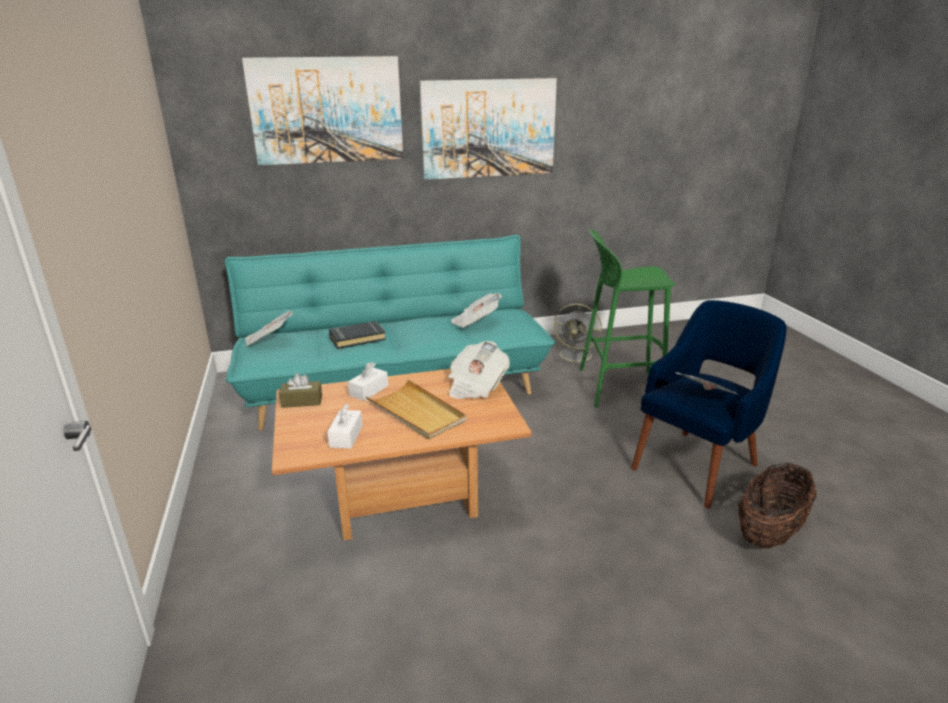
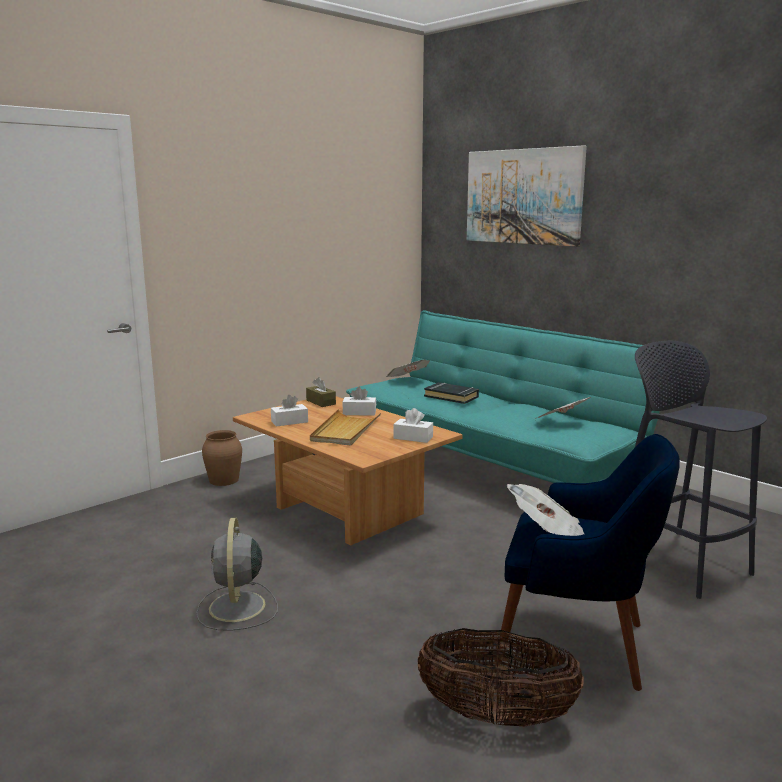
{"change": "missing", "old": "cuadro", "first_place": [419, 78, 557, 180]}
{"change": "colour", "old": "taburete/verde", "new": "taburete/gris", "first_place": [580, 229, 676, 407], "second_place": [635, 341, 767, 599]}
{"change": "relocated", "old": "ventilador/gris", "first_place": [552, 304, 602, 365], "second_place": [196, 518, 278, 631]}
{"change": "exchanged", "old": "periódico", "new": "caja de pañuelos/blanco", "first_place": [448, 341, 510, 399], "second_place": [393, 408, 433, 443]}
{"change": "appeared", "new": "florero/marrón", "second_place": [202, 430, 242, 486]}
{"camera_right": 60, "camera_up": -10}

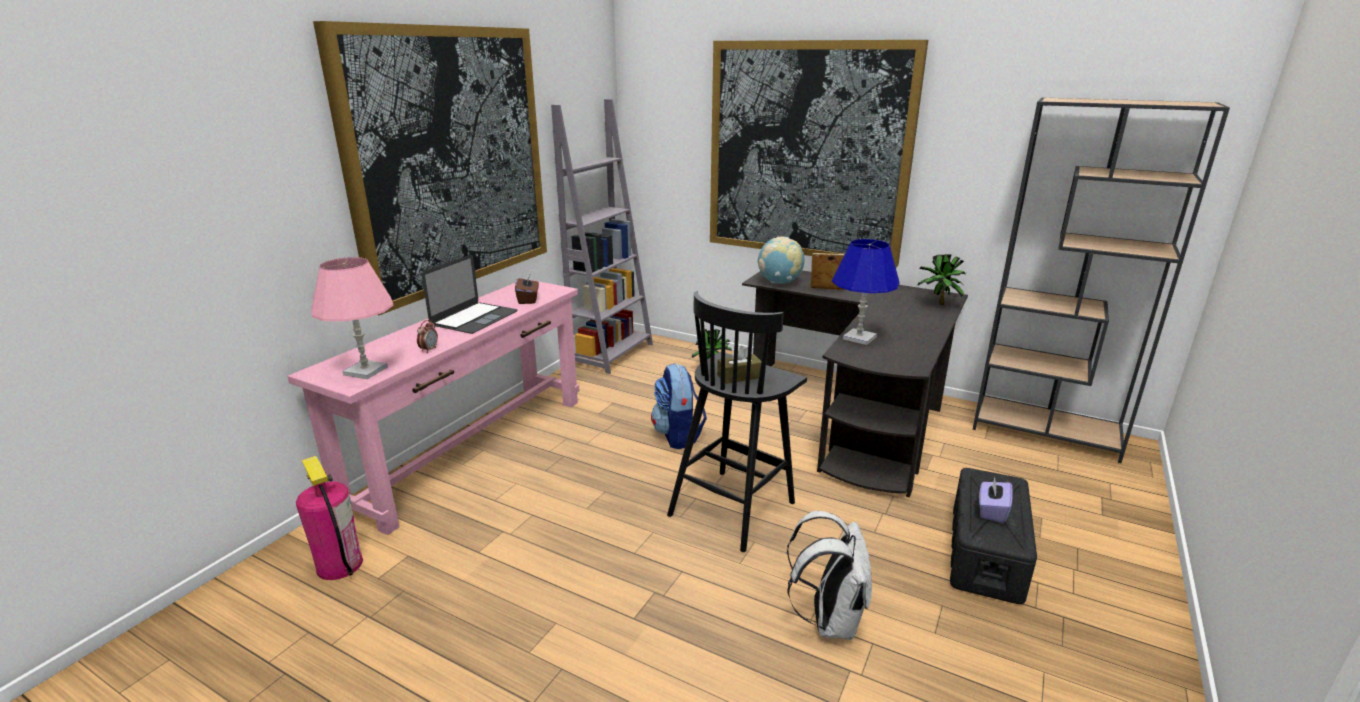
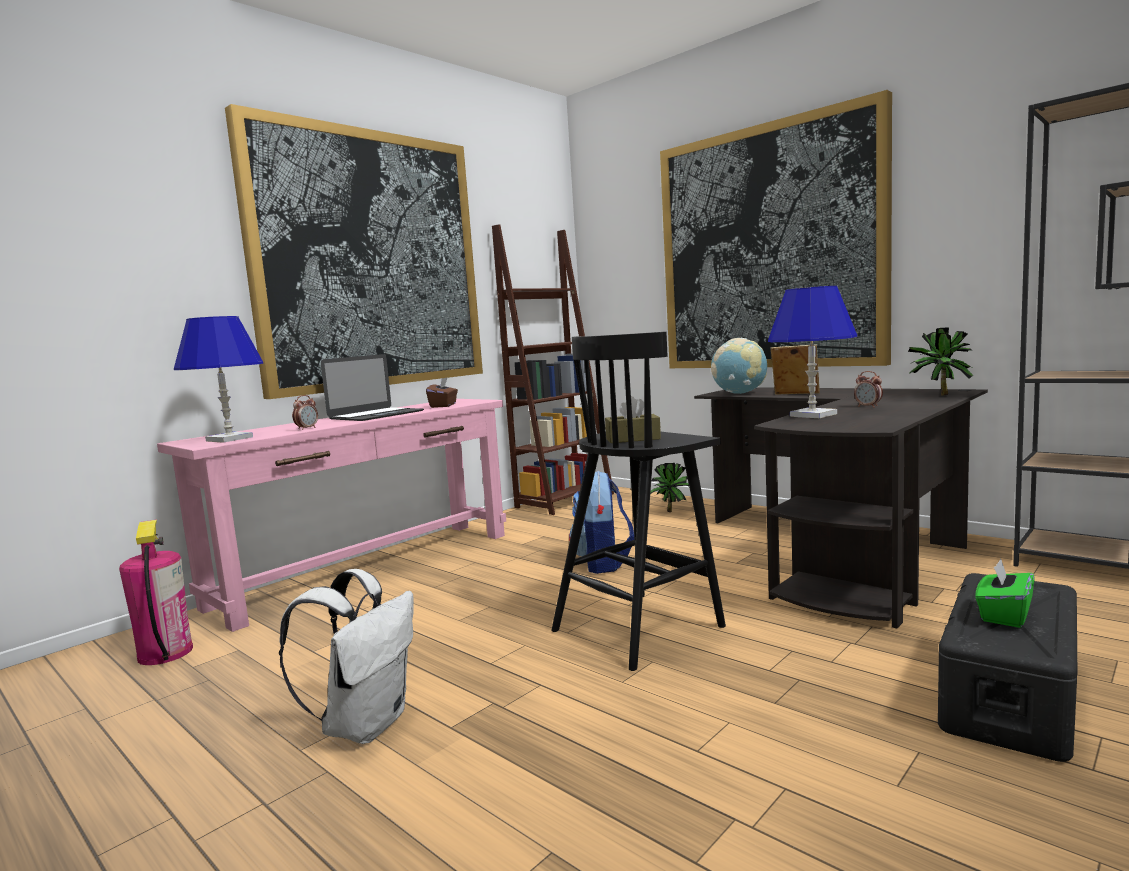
{"change": "colour", "old": "estantería/gris", "new": "estantería/marrón", "first_place": [551, 99, 653, 374], "second_place": [492, 224, 614, 515]}
{"change": "colour", "old": "lámpara de mesa/rosa", "new": "lámpara de mesa/azul", "first_place": [311, 257, 393, 379], "second_place": [174, 316, 263, 443]}
{"change": "colour", "old": "caja de pañuelos/morado", "new": "caja de pañuelos/verde", "first_place": [979, 477, 1013, 523], "second_place": [975, 559, 1035, 628]}
{"change": "relocated", "old": "mochila/blanco", "first_place": [787, 511, 872, 640], "second_place": [279, 569, 414, 744]}
{"change": "appeared", "new": "despertador", "second_place": [854, 371, 883, 408]}
{"camera_right": 15, "camera_up": -15}

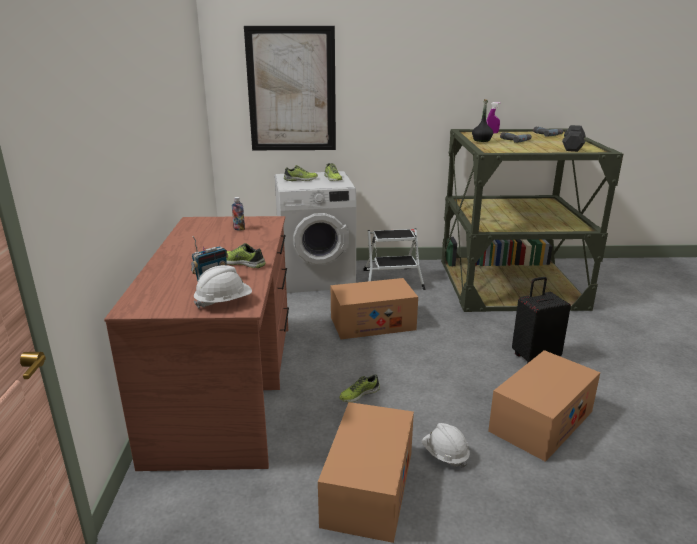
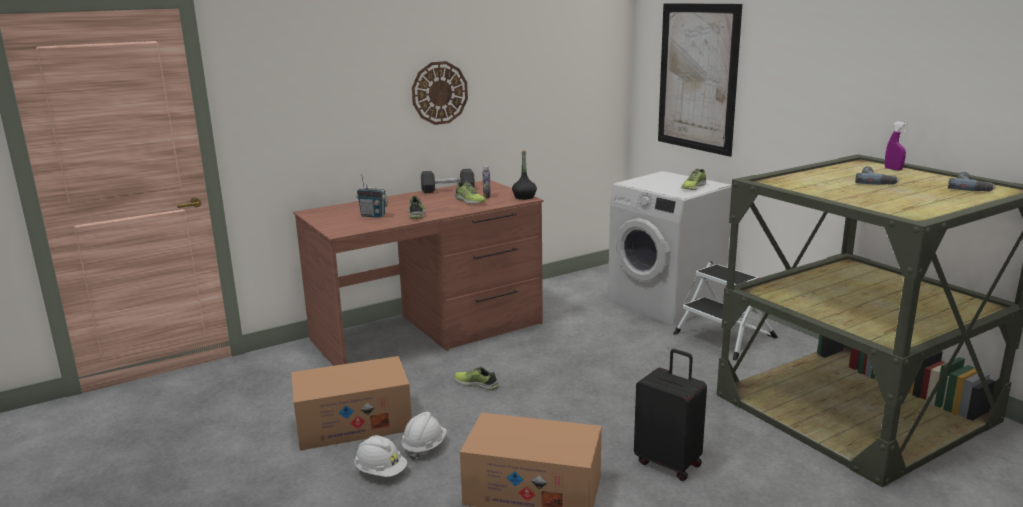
{"change": "relocated", "old": "botella/negro", "first_place": [472, 99, 493, 142], "second_place": [512, 150, 537, 200]}
{"change": "relocated", "old": "mancuerna/negro", "first_place": [562, 125, 586, 152], "second_place": [421, 169, 475, 193]}
{"change": "relocated", "old": "zapato", "first_place": [284, 165, 318, 181], "second_place": [455, 181, 486, 204]}
{"change": "relocated", "old": "casco/blanco", "first_place": [194, 265, 252, 309], "second_place": [354, 435, 407, 477]}
{"change": "missing", "old": "caja de cartón", "first_place": [331, 278, 418, 339]}
{"change": "appeared", "new": "reloj de pared", "second_place": [412, 61, 468, 125]}
{"camera_right": 60, "camera_up": -5}

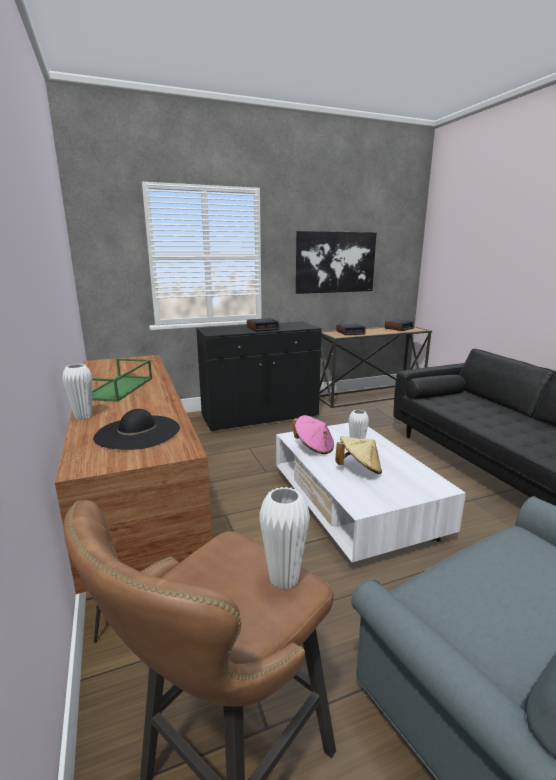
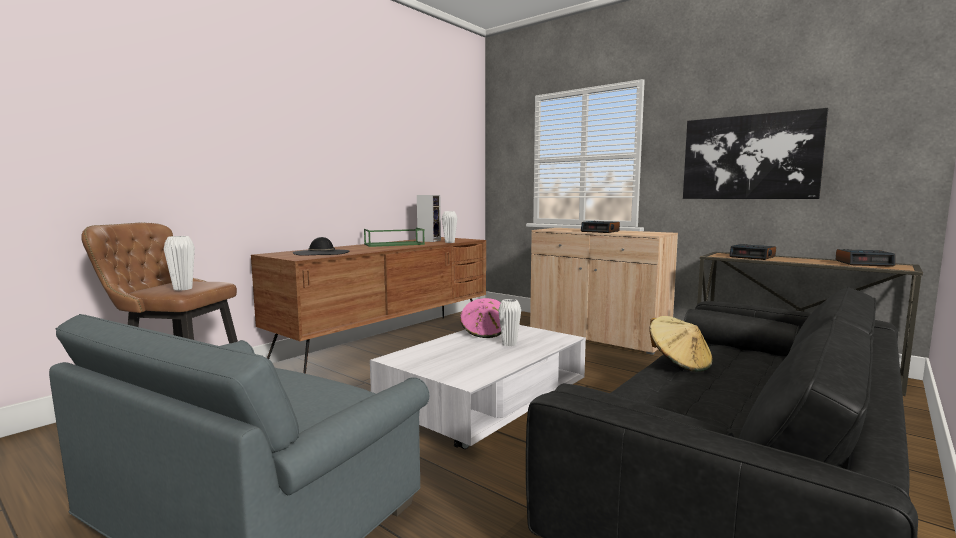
{"change": "colour", "old": "armario/negro", "new": "armario/beis", "first_place": [196, 321, 322, 432], "second_place": [530, 228, 678, 355]}
{"change": "relocated", "old": "florero/blanco", "first_place": [62, 364, 92, 420], "second_place": [442, 211, 457, 243]}
{"change": "relocated", "old": "sombrero/beis", "first_place": [335, 436, 382, 474], "second_place": [649, 316, 713, 372]}
{"change": "appeared", "new": "altavoz", "second_place": [417, 195, 441, 242]}
{"camera_right": 60, "camera_up": -10}

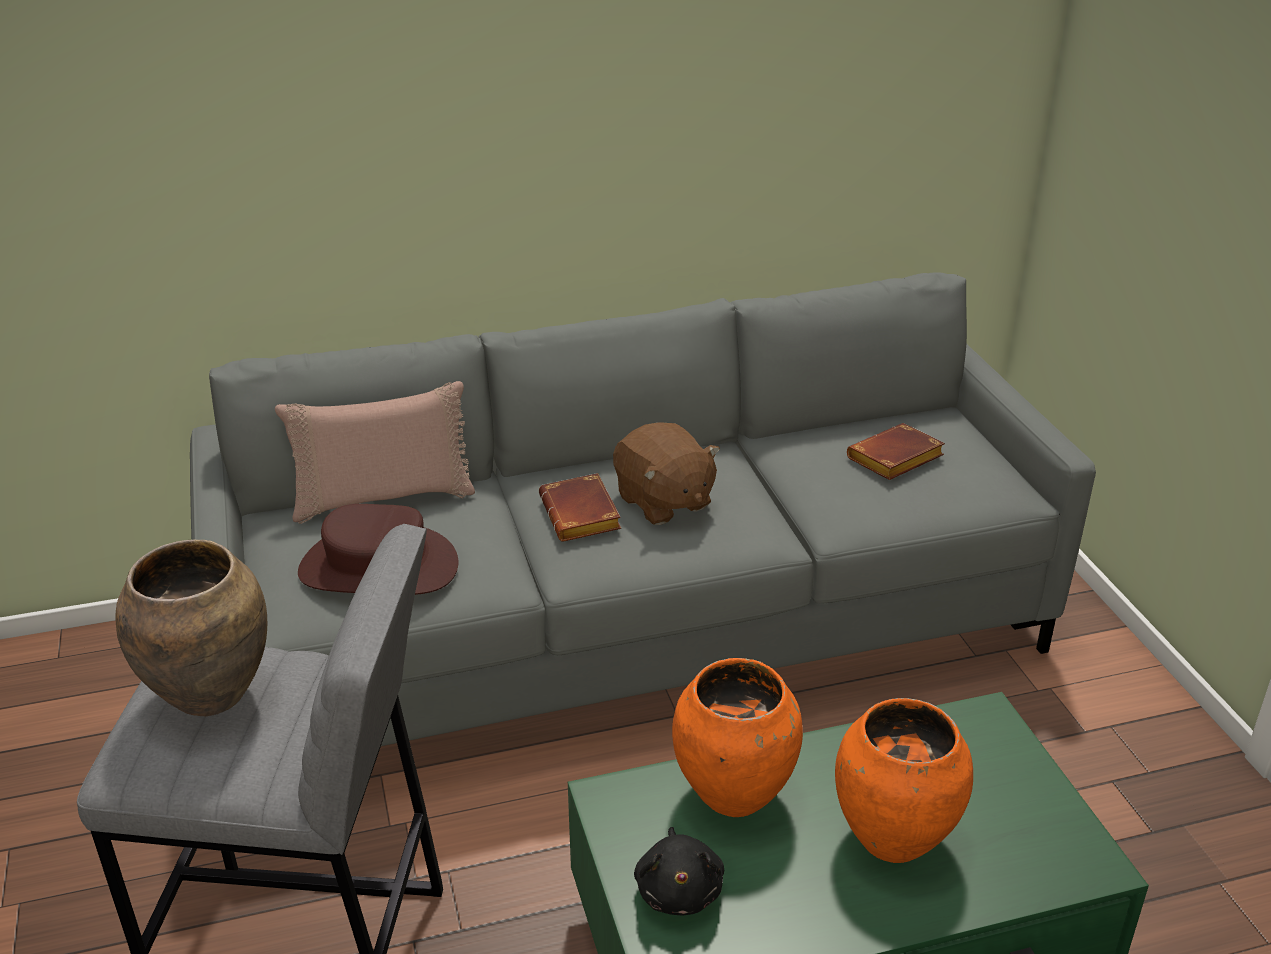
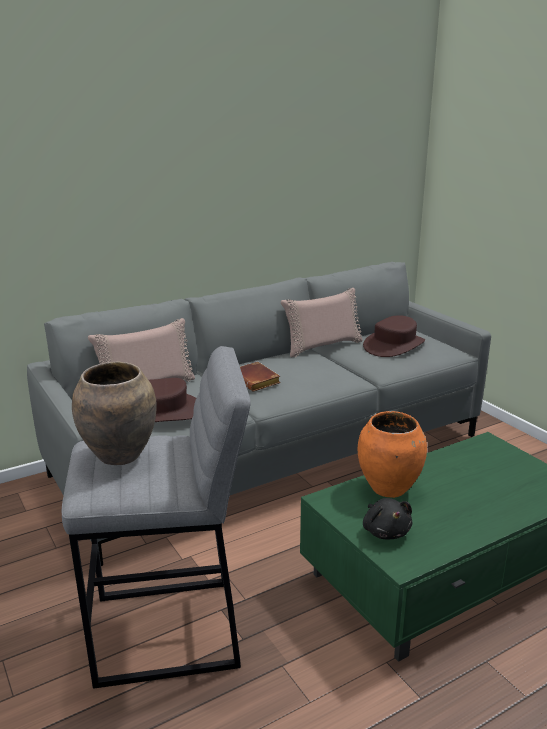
{"change": "missing", "old": "peluche/marrón", "first_place": [613, 422, 720, 525]}
{"change": "exchanged", "old": "libro/marrón", "new": "sombrero/marrón", "first_place": [847, 423, 945, 480], "second_place": [363, 315, 425, 357]}
{"change": "missing", "old": "florero/naranja", "first_place": [835, 698, 973, 863]}
{"change": "appeared", "new": "cojín/beis", "second_place": [281, 288, 363, 357]}
{"camera_right": -15, "camera_up": -10}

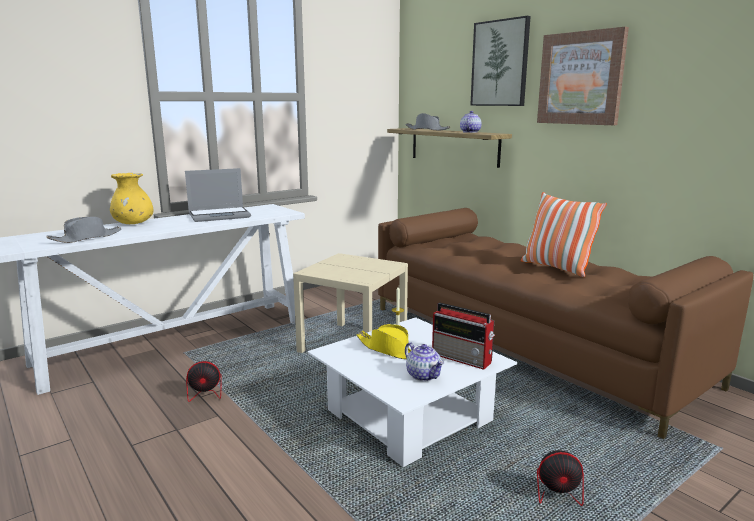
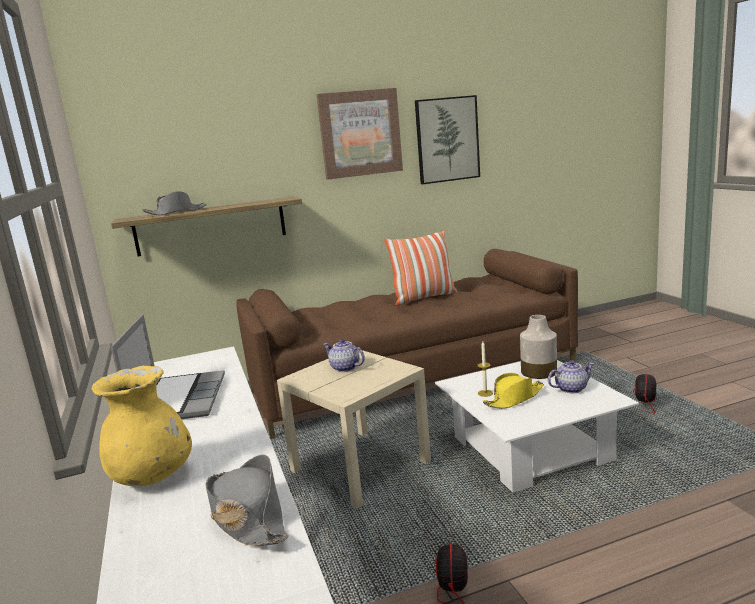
{"change": "relocated", "old": "cuadro", "first_place": [470, 16, 531, 106], "second_place": [415, 95, 480, 184]}
{"change": "relocated", "old": "tetera", "first_place": [460, 111, 482, 133], "second_place": [323, 339, 365, 372]}
{"change": "exchanged", "old": "radio", "new": "florero/beis", "first_place": [432, 302, 495, 370], "second_place": [520, 315, 557, 379]}
{"camera_right": -70, "camera_up": 0}

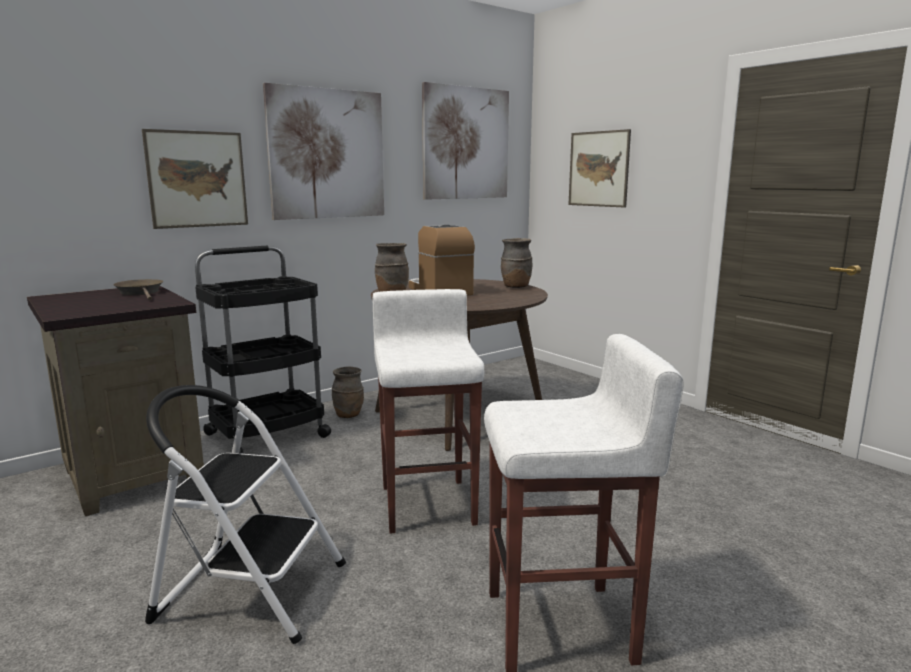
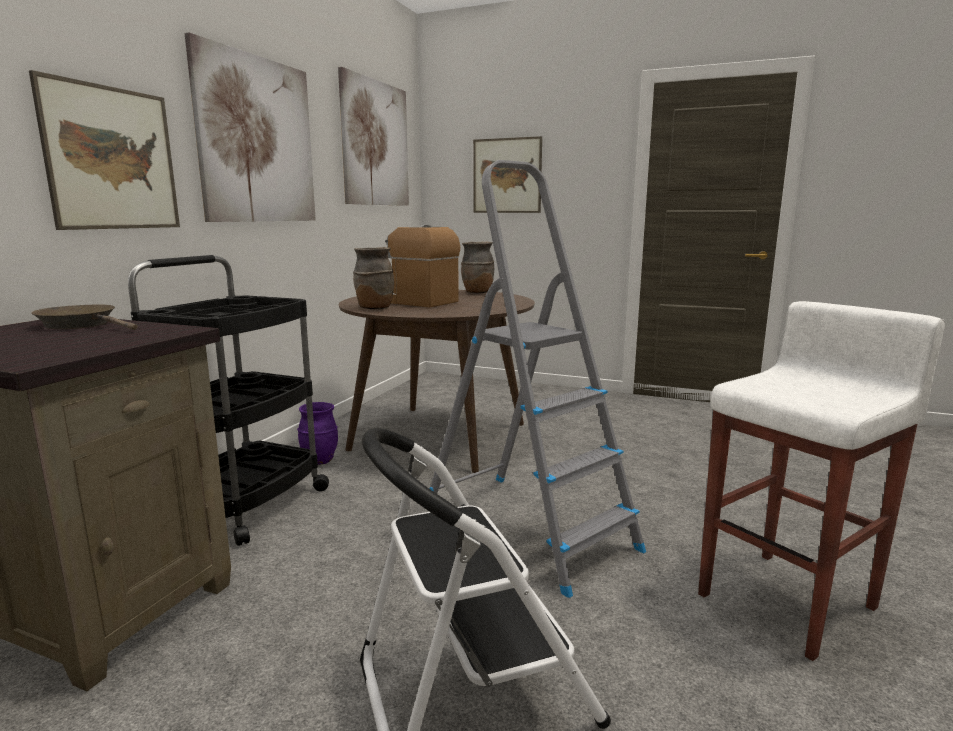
{"change": "exchanged", "old": "taburete/blanco", "new": "escalera de tijera/gris", "first_place": [373, 289, 484, 534], "second_place": [429, 160, 646, 598]}
{"change": "colour", "old": "florero/marrón", "new": "florero/morado", "first_place": [332, 366, 364, 418], "second_place": [297, 402, 338, 465]}
{"camera_right": -30, "camera_up": 0}

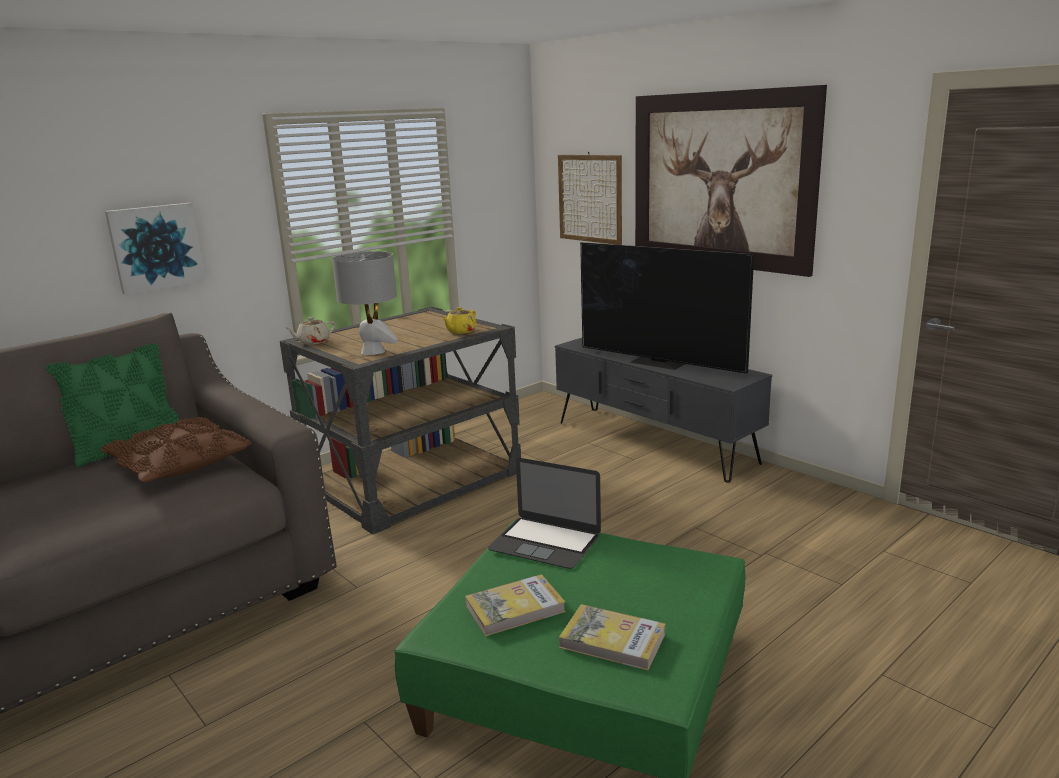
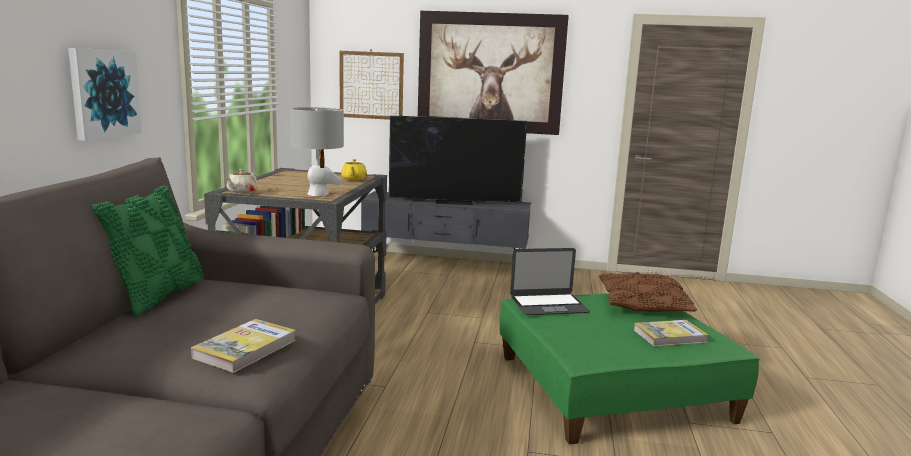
{"change": "relocated", "old": "cojín/marrón", "first_place": [99, 417, 251, 483], "second_place": [599, 272, 697, 312]}
{"change": "relocated", "old": "libro", "first_place": [465, 574, 566, 636], "second_place": [191, 319, 296, 373]}
{"camera_right": -40, "camera_up": -5}

